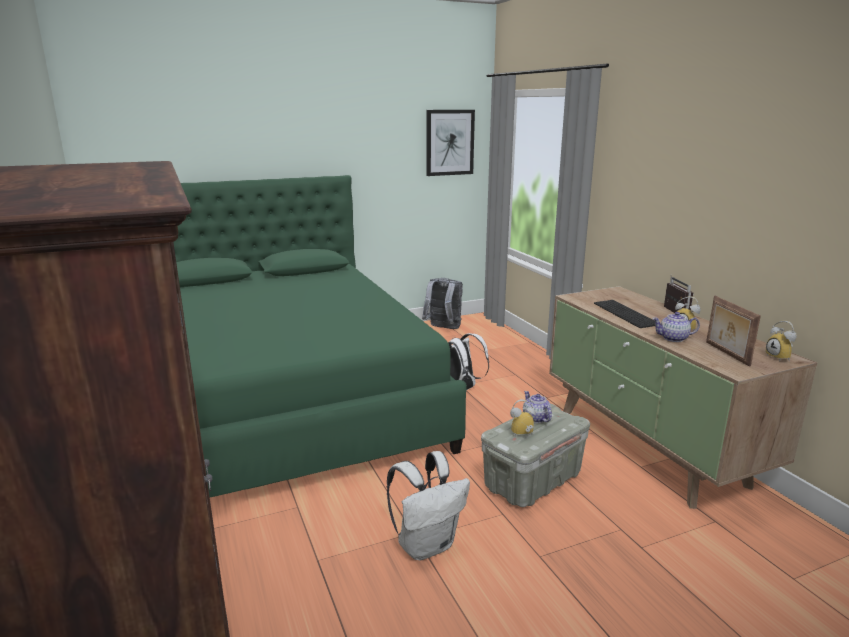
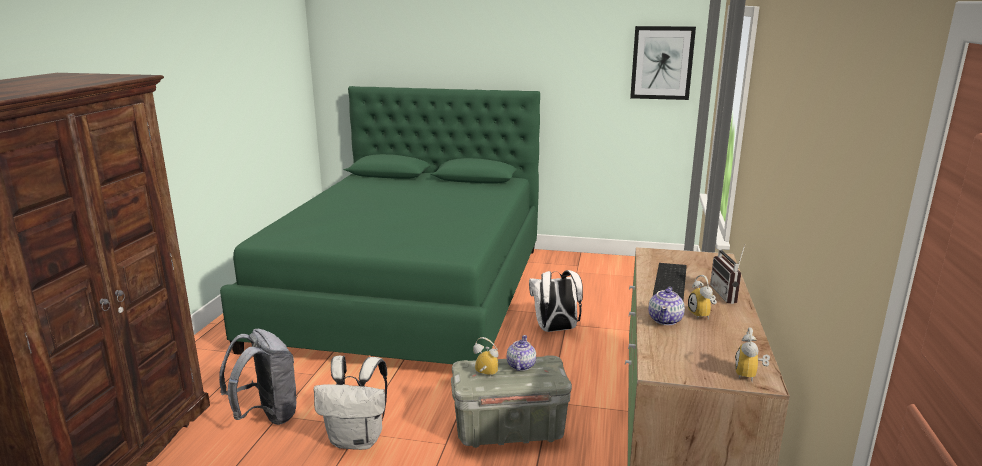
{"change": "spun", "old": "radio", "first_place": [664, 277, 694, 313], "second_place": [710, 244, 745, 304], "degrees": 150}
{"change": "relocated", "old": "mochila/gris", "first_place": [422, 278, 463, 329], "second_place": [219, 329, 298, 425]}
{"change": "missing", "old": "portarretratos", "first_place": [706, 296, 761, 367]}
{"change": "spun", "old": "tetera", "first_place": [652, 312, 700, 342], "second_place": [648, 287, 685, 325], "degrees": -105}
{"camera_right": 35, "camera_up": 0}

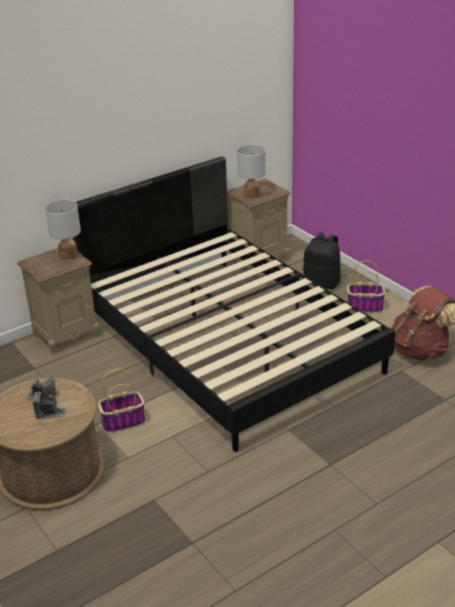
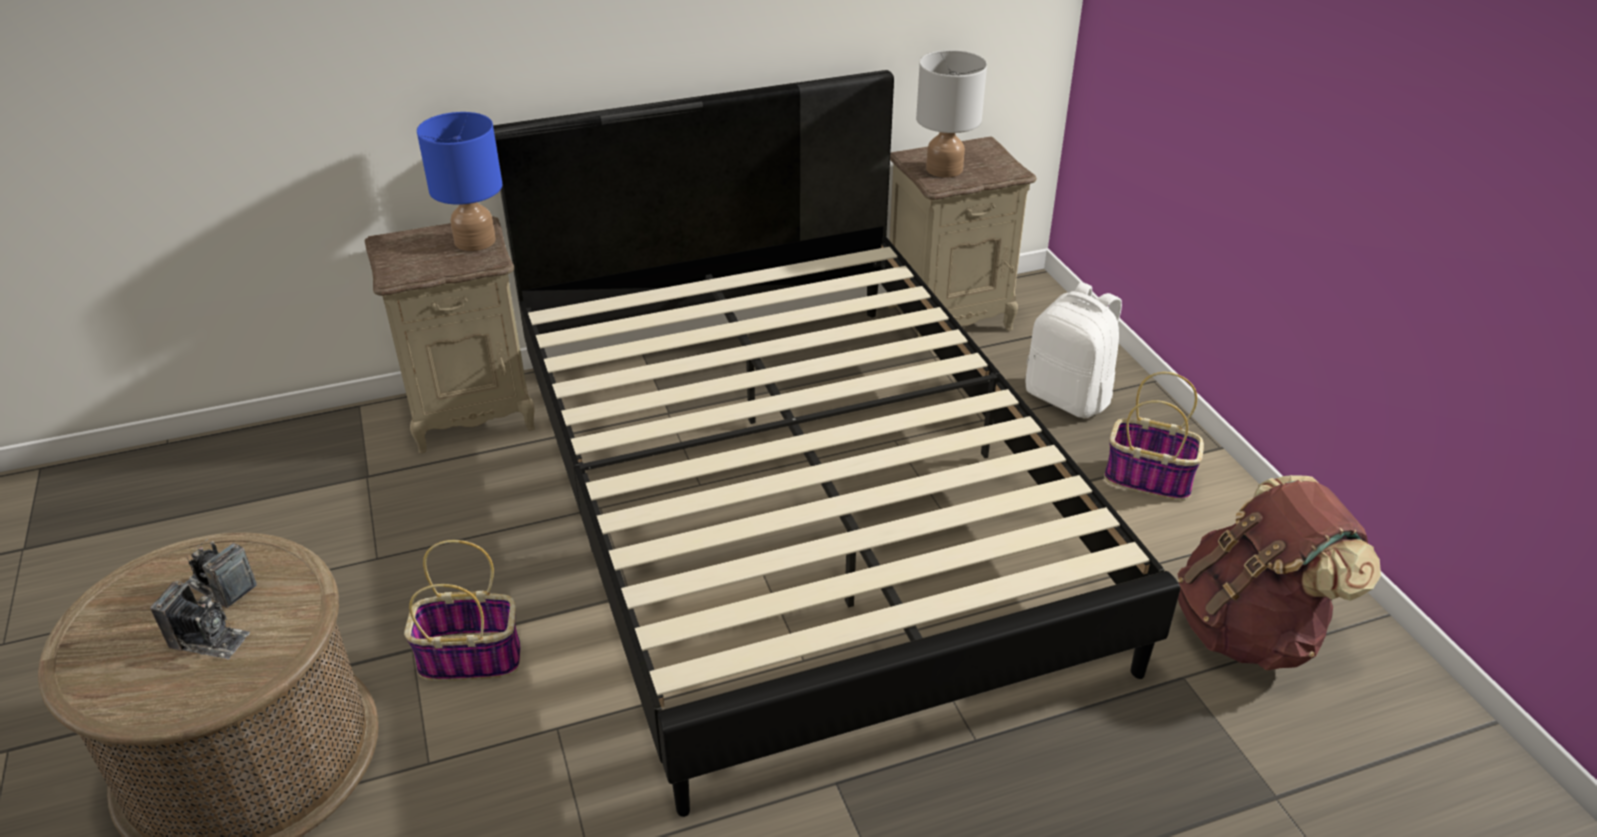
{"change": "colour", "old": "lámpara de mesa/gris", "new": "lámpara de mesa/azul", "first_place": [45, 199, 81, 259], "second_place": [417, 112, 502, 251]}
{"change": "colour", "old": "mochila/negro", "new": "mochila/blanco", "first_place": [303, 232, 341, 289], "second_place": [1026, 282, 1122, 418]}
{"camera_right": 15, "camera_up": 5}

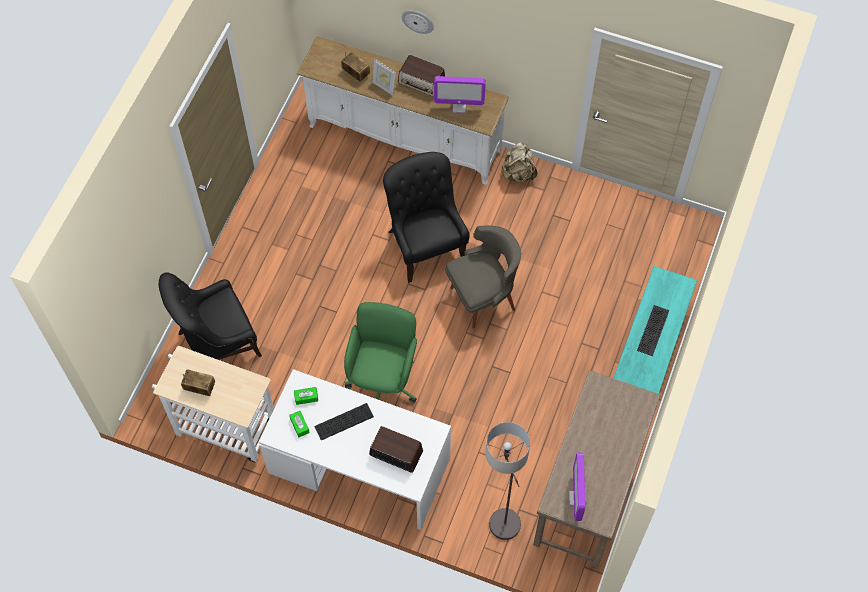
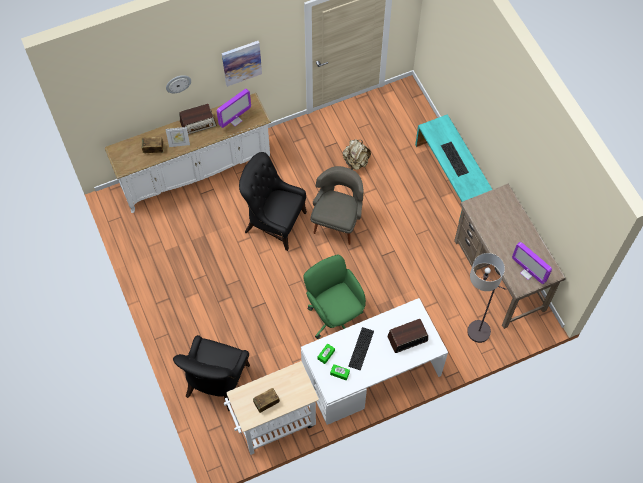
{"change": "relocated", "old": "mochila/beis", "first_place": [501, 142, 537, 183], "second_place": [343, 139, 371, 170]}
{"change": "appeared", "new": "cuadro", "second_place": [222, 41, 262, 87]}
{"camera_right": -45, "camera_up": 0}

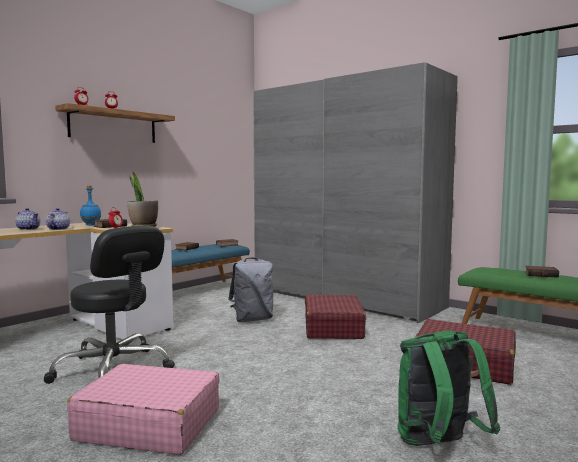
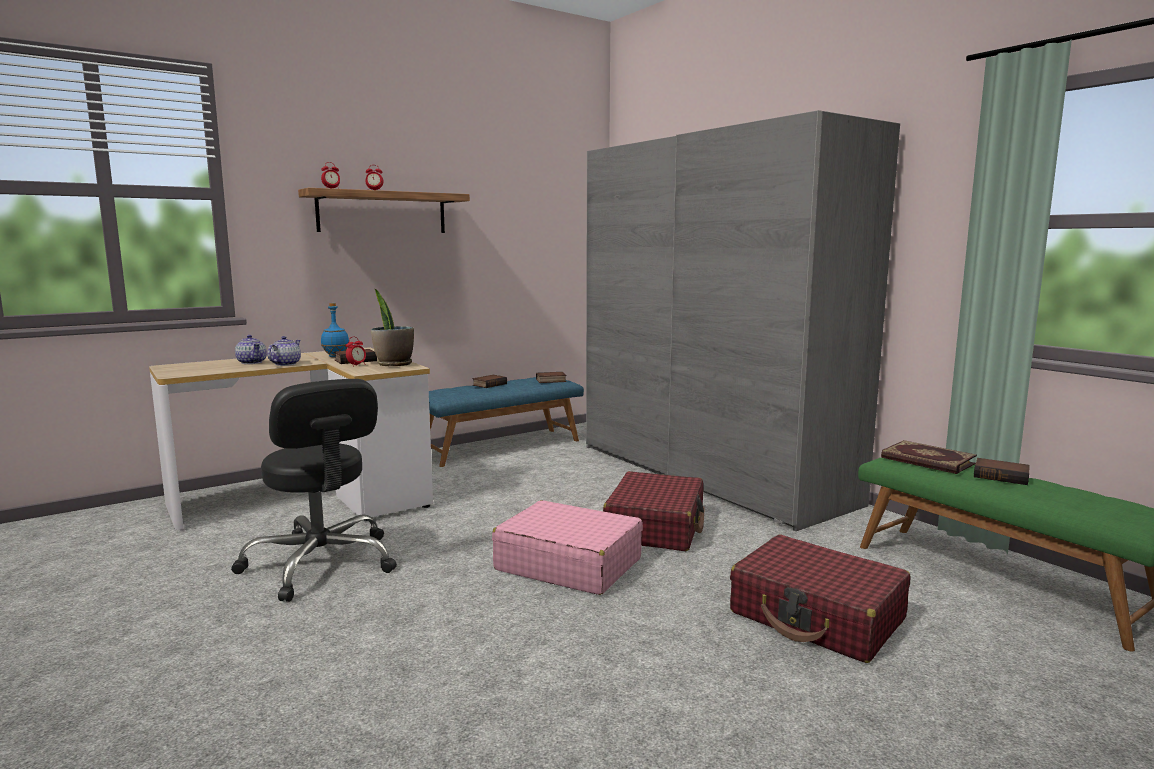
{"change": "missing", "old": "mochila/gris", "first_place": [228, 257, 273, 322]}
{"change": "missing", "old": "mochila/verde", "first_place": [398, 330, 501, 446]}
{"change": "relocated", "old": "maleta/rosa", "first_place": [67, 364, 220, 455], "second_place": [492, 500, 643, 595]}
{"change": "appeared", "new": "libro", "second_place": [881, 440, 977, 474]}
{"camera_right": 15, "camera_up": 5}

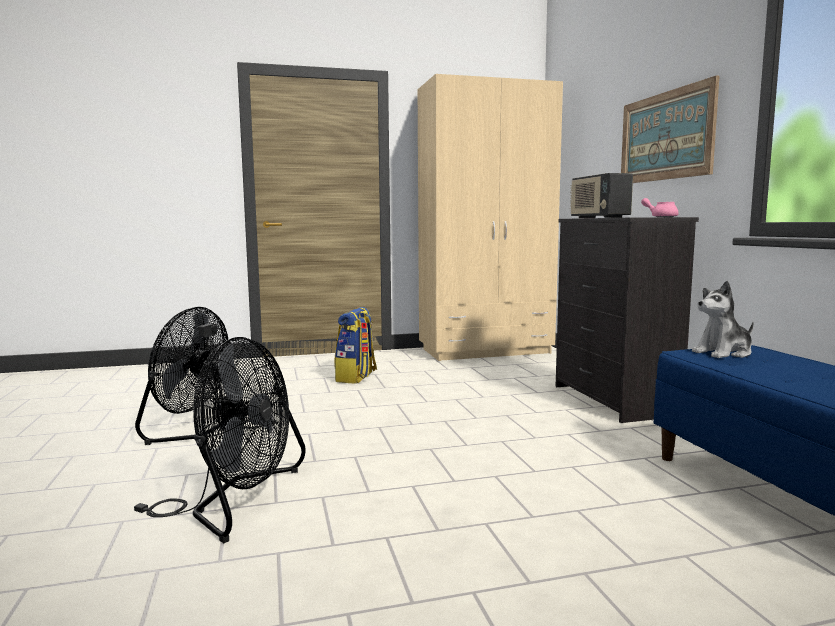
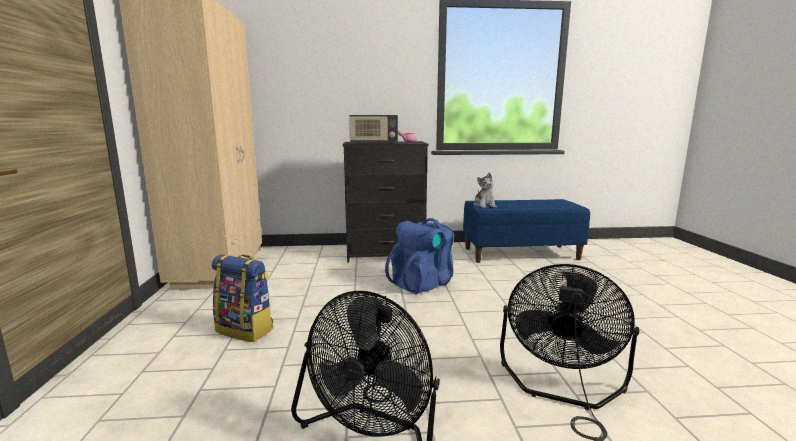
{"change": "missing", "old": "cuadro", "first_place": [621, 75, 720, 183]}
{"change": "appeared", "new": "mochila/azul", "second_place": [385, 218, 454, 294]}
{"camera_right": -80, "camera_up": 5}

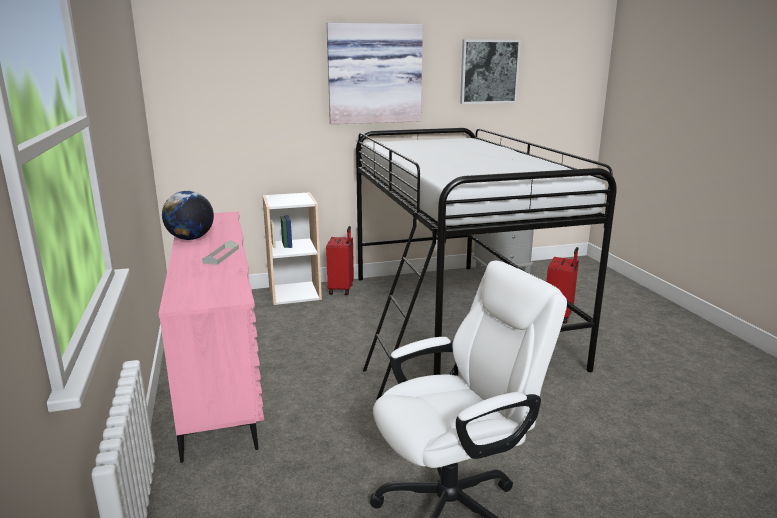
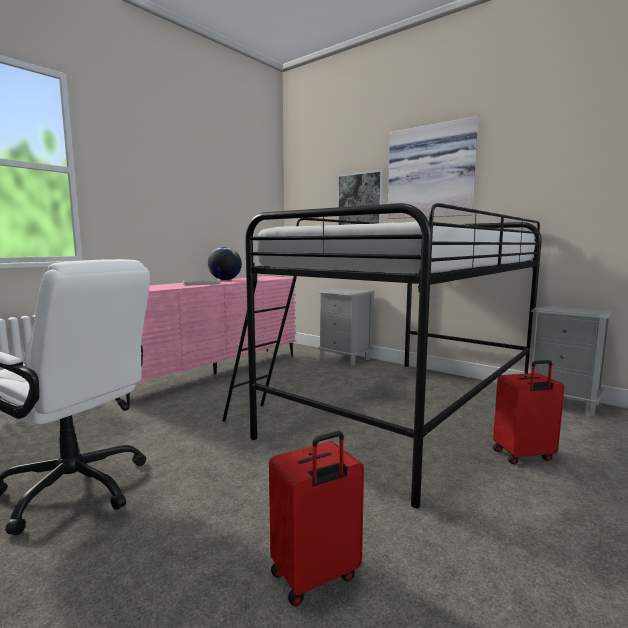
{"change": "relocated", "old": "cuadro", "first_place": [460, 39, 521, 104], "second_place": [337, 169, 384, 225]}
{"change": "exchanged", "old": "estantería", "new": "mesita de noche/gris", "first_place": [262, 192, 322, 305], "second_place": [318, 288, 375, 366]}
{"change": "relocated", "old": "maleta/rojo", "first_place": [326, 226, 354, 295], "second_place": [269, 431, 364, 606]}
{"camera_right": 55, "camera_up": -10}

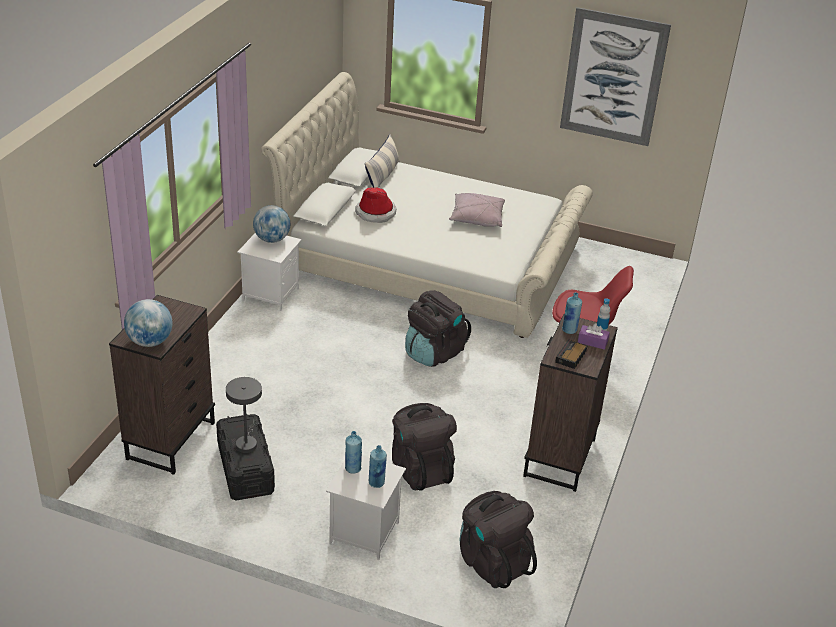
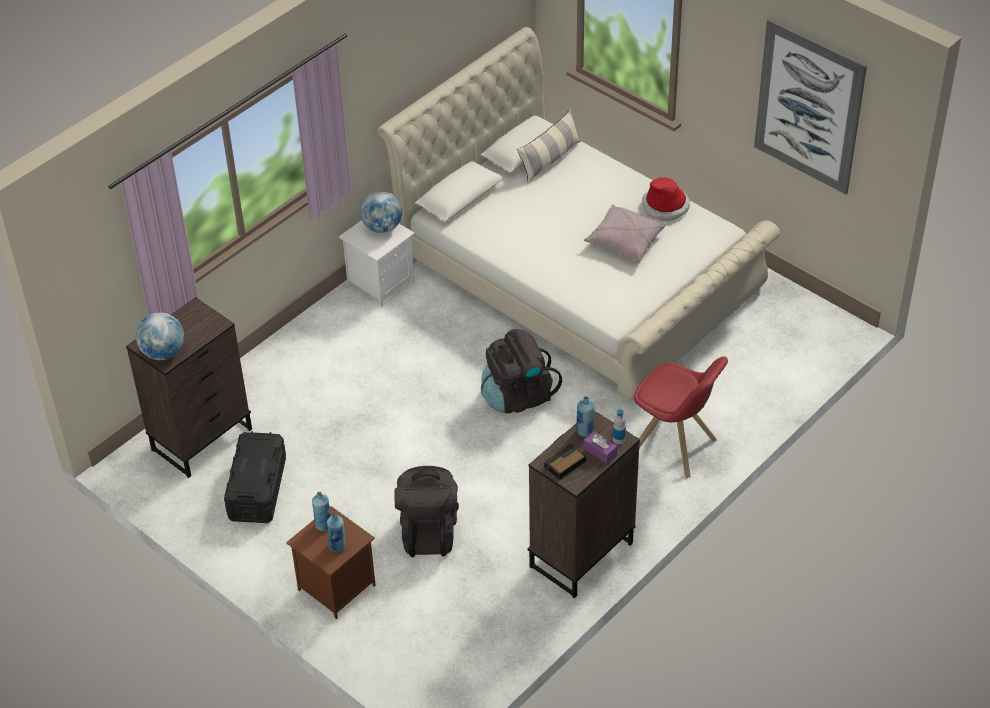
{"change": "relocated", "old": "sombrero", "first_place": [355, 187, 396, 223], "second_place": [642, 177, 690, 221]}
{"change": "missing", "old": "lámpara de mesa/gris", "first_place": [226, 377, 262, 453]}
{"change": "colour", "old": "mesita de noche/gris", "new": "mesita de noche/marrón", "first_place": [326, 455, 406, 560], "second_place": [286, 506, 376, 620]}
{"change": "missing", "old": "mochila/negro", "first_place": [460, 491, 537, 588]}
{"camera_right": 25, "camera_up": 10}

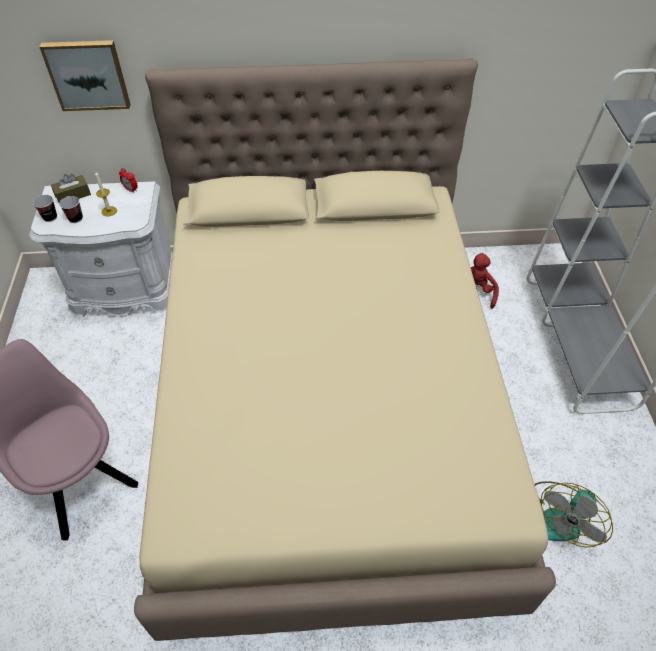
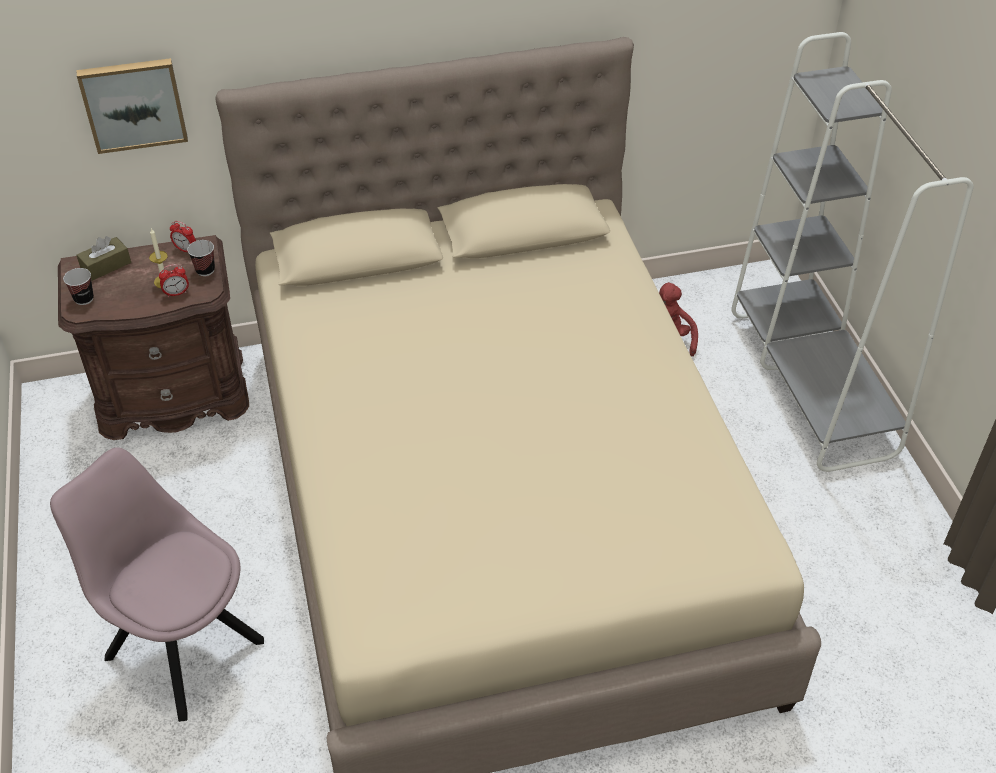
{"change": "colour", "old": "mesita de noche/blanco", "new": "mesita de noche/marrón", "first_place": [29, 181, 173, 317], "second_place": [58, 235, 249, 440]}
{"change": "relocated", "old": "taza", "first_place": [59, 196, 83, 223], "second_place": [187, 240, 215, 276]}
{"change": "missing", "old": "ventilador", "first_place": [535, 481, 613, 547]}
{"change": "appeared", "new": "despertador", "second_place": [159, 264, 189, 297]}
{"camera_right": -10, "camera_up": -5}

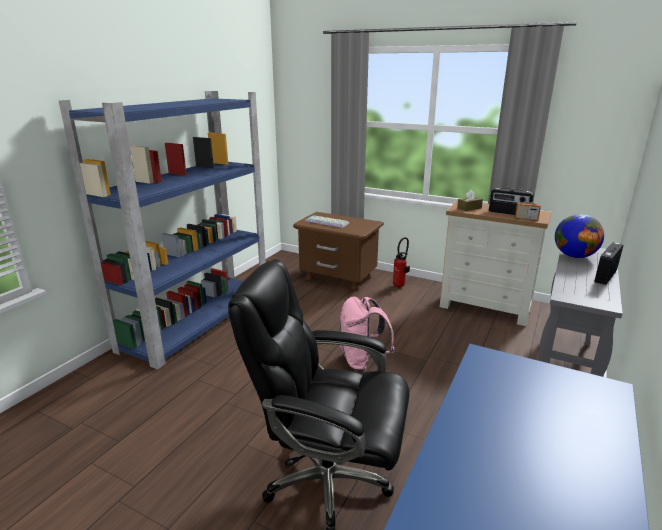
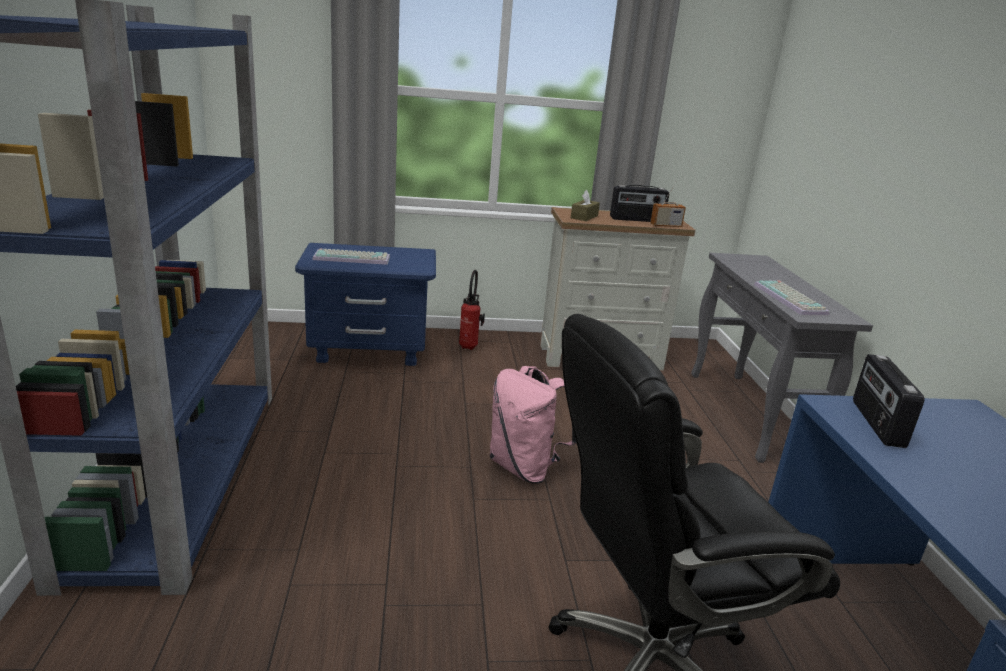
{"change": "colour", "old": "mesita de noche/marrón", "new": "mesita de noche/azul", "first_place": [293, 212, 384, 291], "second_place": [295, 243, 436, 366]}
{"change": "missing", "old": "globo terráqueo", "first_place": [555, 214, 604, 258]}
{"change": "relocated", "old": "radio", "first_place": [594, 242, 623, 285], "second_place": [853, 354, 925, 448]}
{"change": "appeared", "new": "teclado", "second_place": [754, 280, 830, 315]}
{"camera_right": -35, "camera_up": 0}

